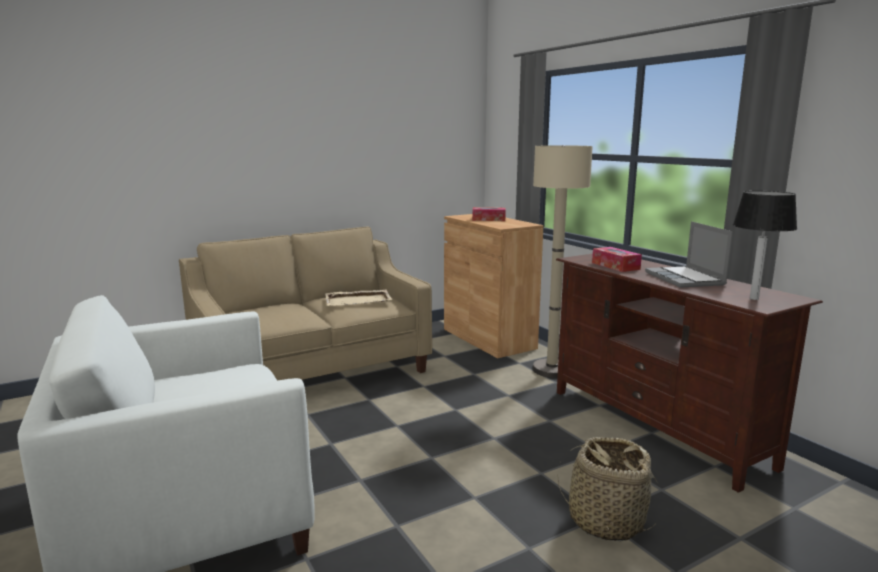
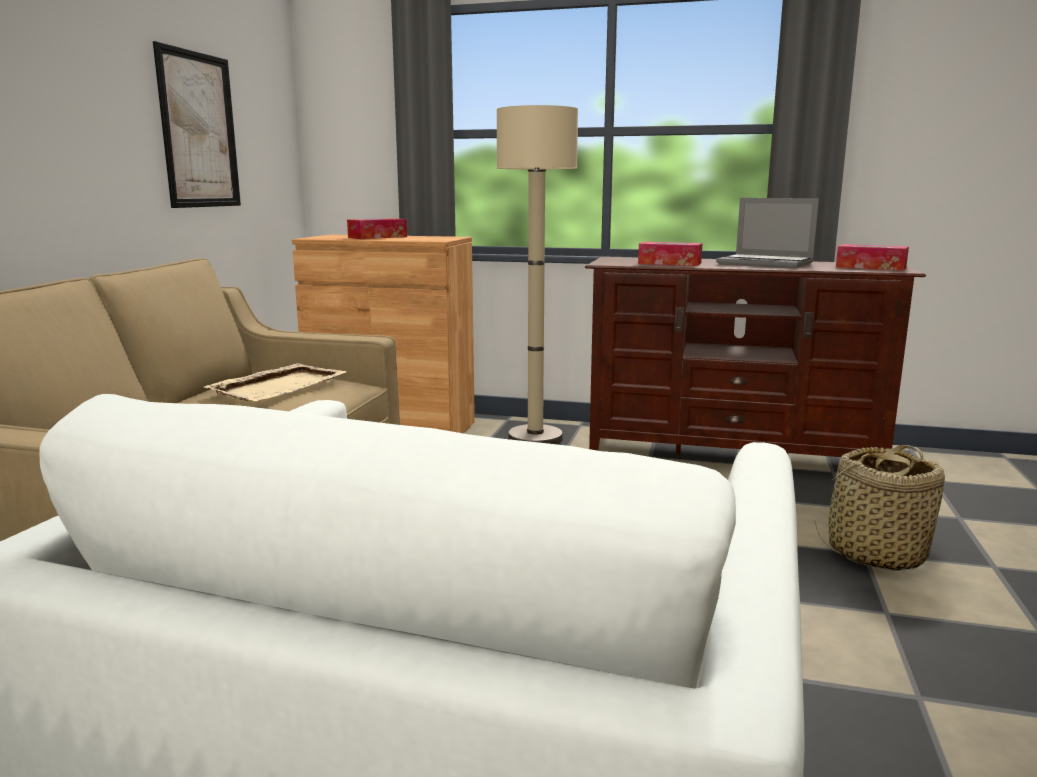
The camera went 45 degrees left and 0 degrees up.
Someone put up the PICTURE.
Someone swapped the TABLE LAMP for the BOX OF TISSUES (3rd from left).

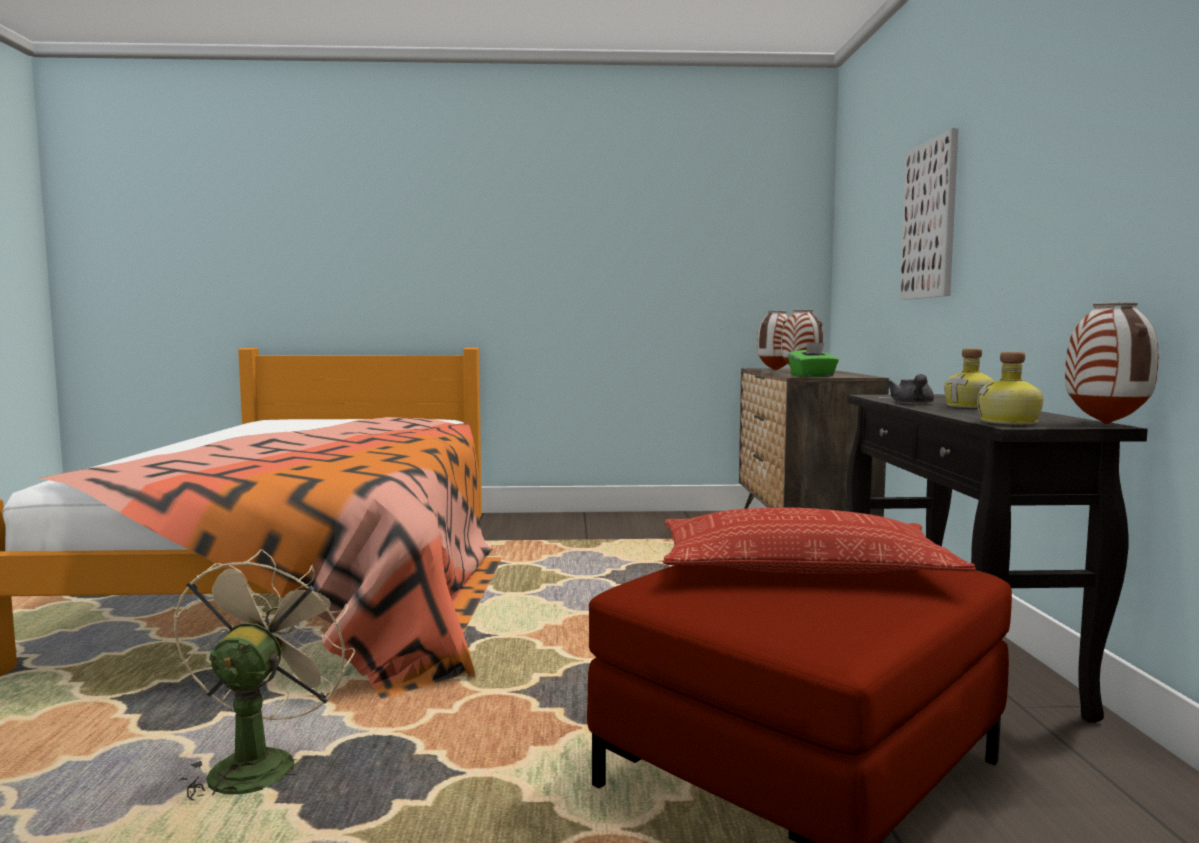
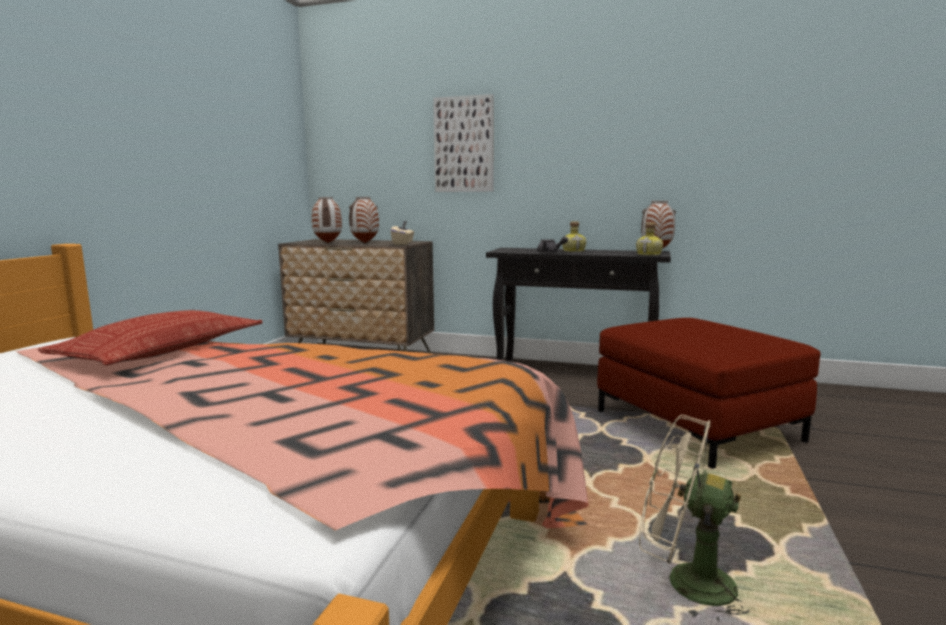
The camera went 70 degrees left and 5 degrees up.
Someone carried the PILLOW.
Someone repainted the GREEN BOX OF TISSUES, which became the SAND-COLOURED BOX OF TISSUES.

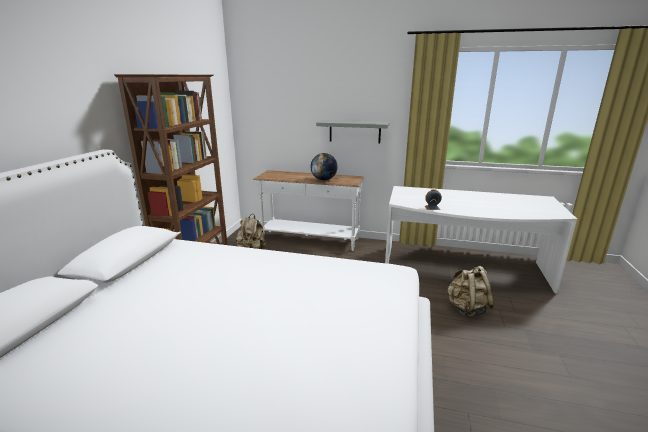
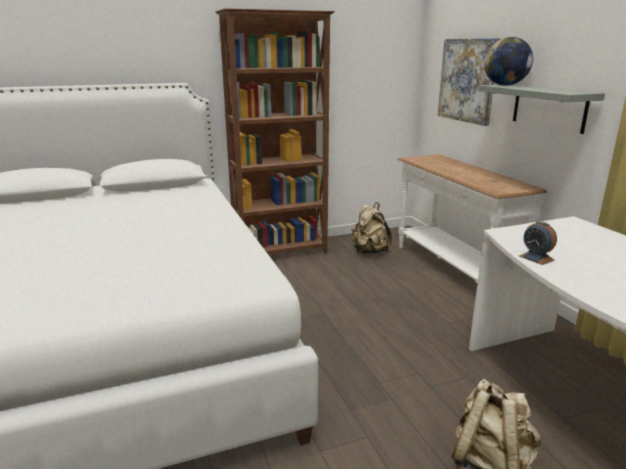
The camera went 55 degrees right and 0 degrees up.
Someone put up the PICTURE.
Someone carried the GLOBE.

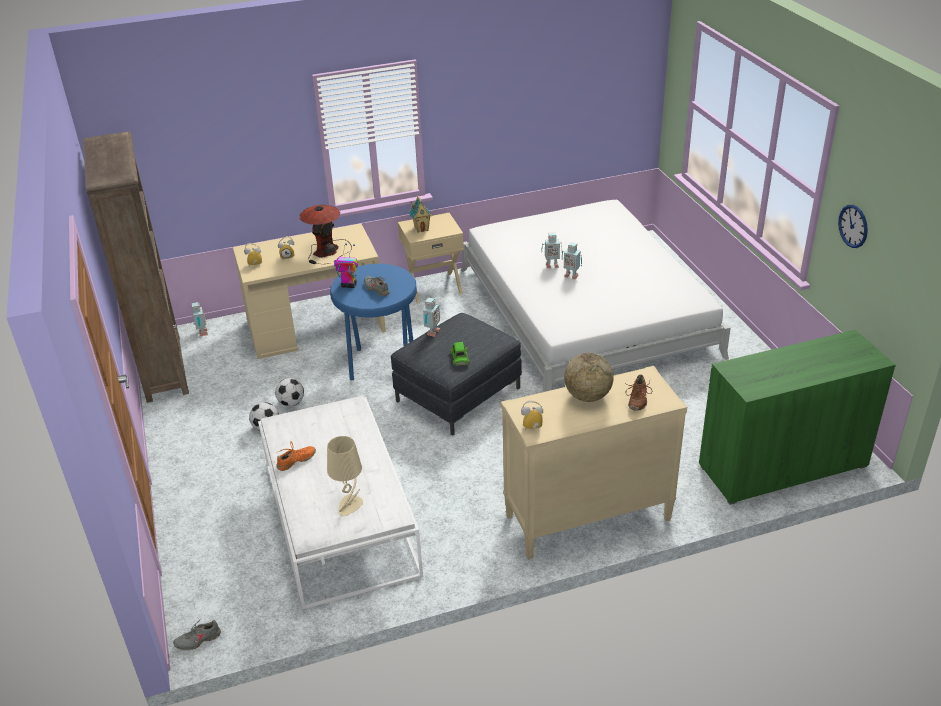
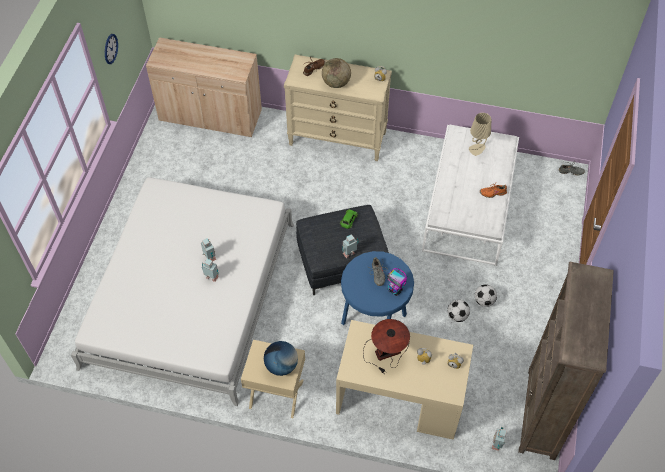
The camera went 150 degrees left and 20 degrees up.
Someone repainted the GREEN STORAGE CABINET, which became the SAND-COLOURED STORAGE CABINET.
Someone swapped the MINIATURE HOUSE for the GLOBE (1st from left).

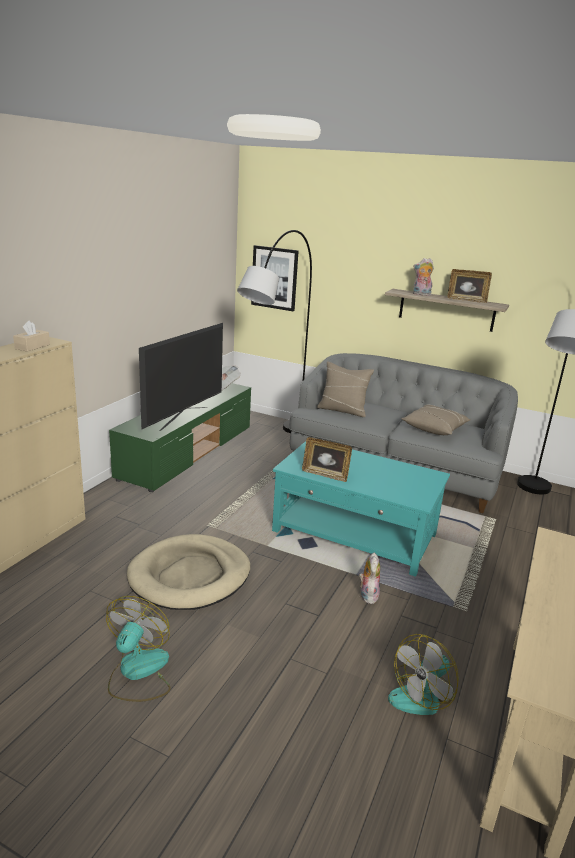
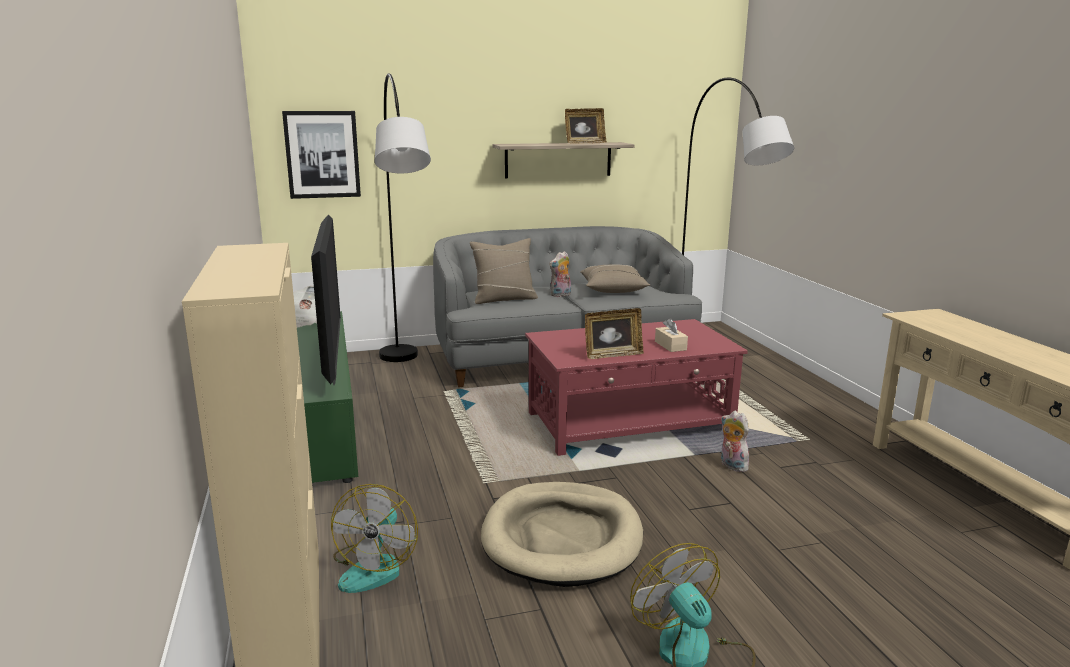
The camera went 40 degrees left and 5 degrees down.
Someone carried the COOLING FAN (2nd from left in the first image).
Someone repainted the TURQUOISE LOW TABLE, which became the REDDISH LOW TABLE.
Someone carried the CUDDLY TOY (2nd from left in the first image).
Someone carried the SAND-COLOURED BOX OF TISSUES.

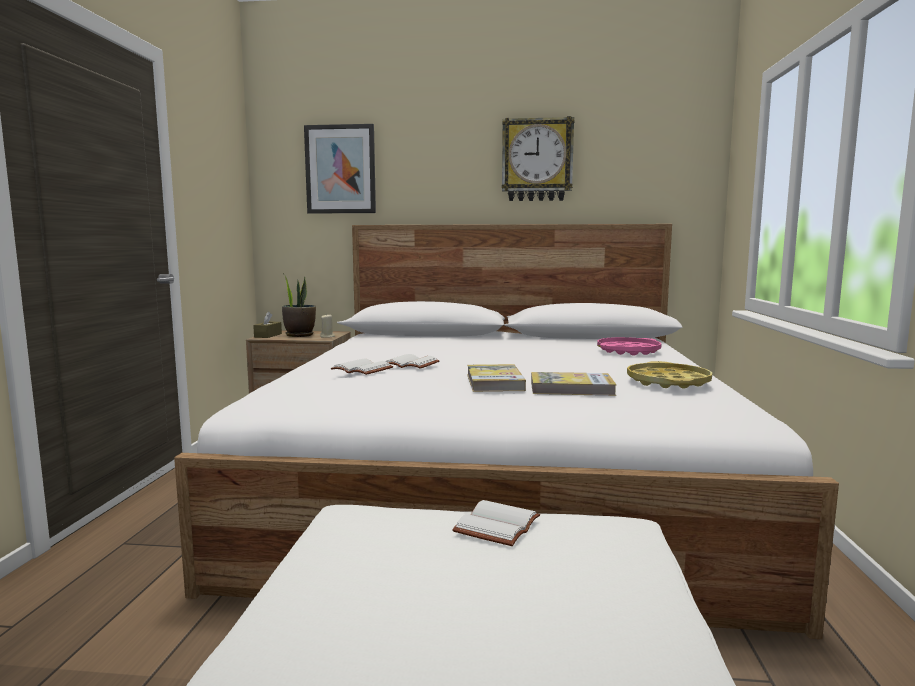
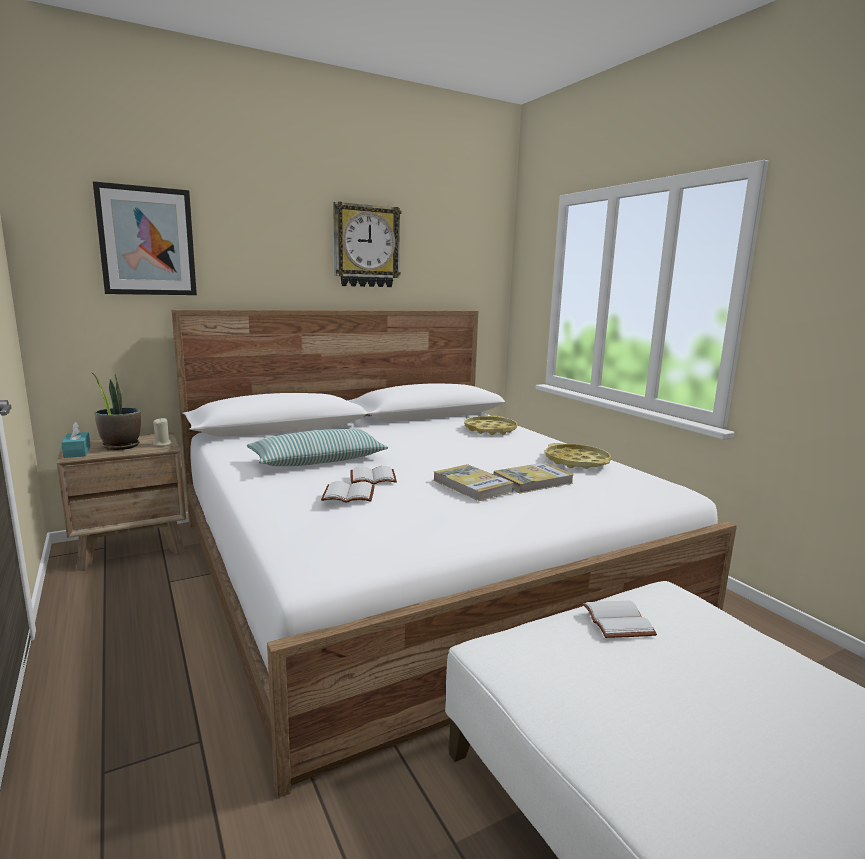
The camera went 35 degrees left and 5 degrees up.
Someone repainted the BROWNISH BOX OF TISSUES, which became the TURQUOISE BOX OF TISSUES.
Someone put down the PILLOW.
Someone repainted the PINK SERVING TRAY, which became the YELLOWISH SERVING TRAY (1st from left).

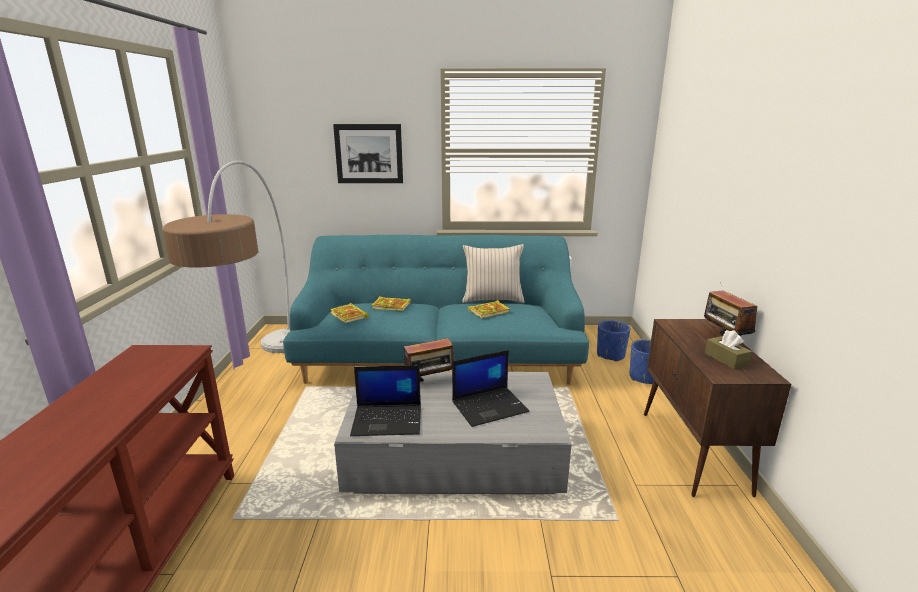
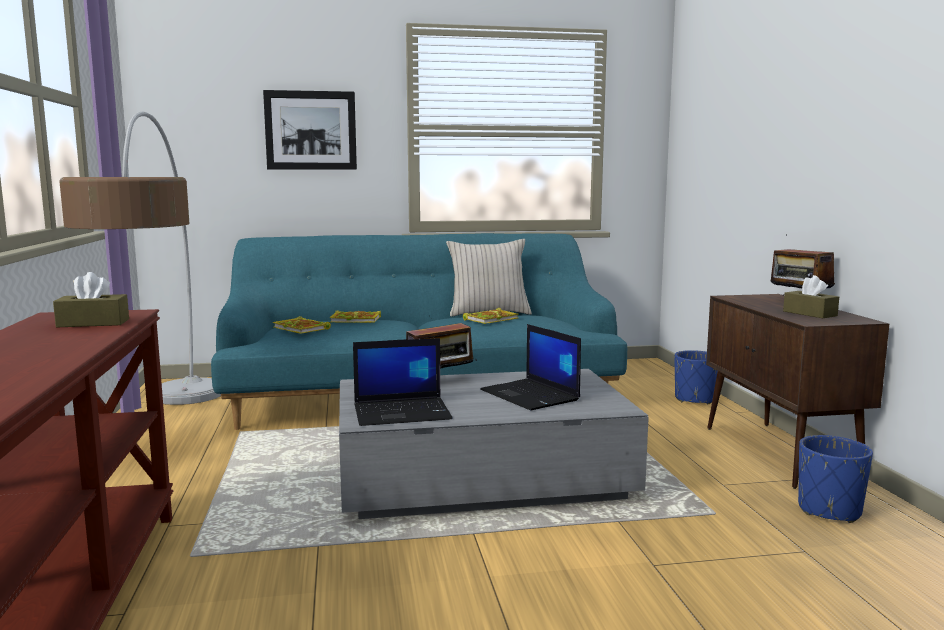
The camera went 10 degrees left and 10 degrees down.
Someone put down the BROWNISH BOX OF TISSUES (1st from left).
Someone rotated the PORTABLE COMPUTER (2nd from left) by 90 degrees clockwise.
Someone carried the BLUE-COLOURED PLANT POT (1st from left in the first image).

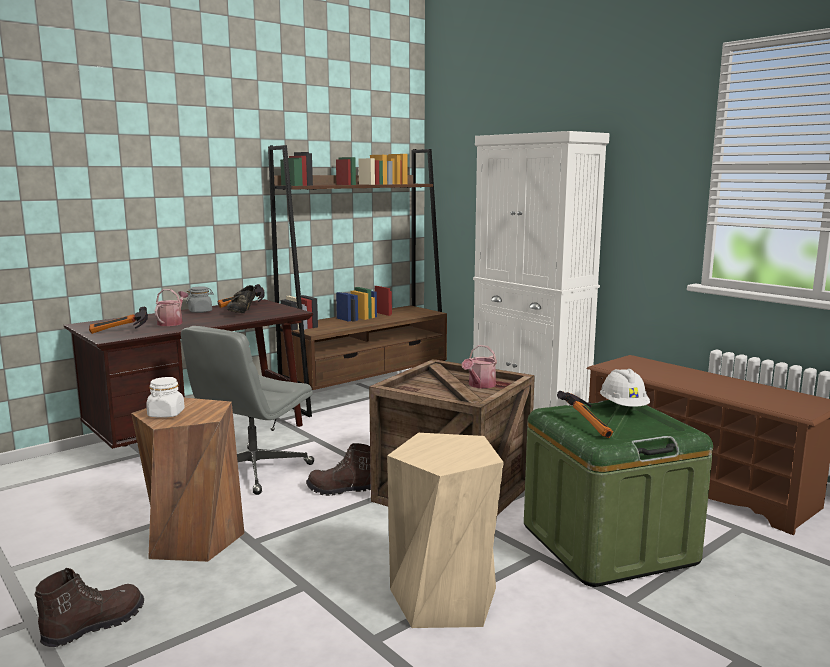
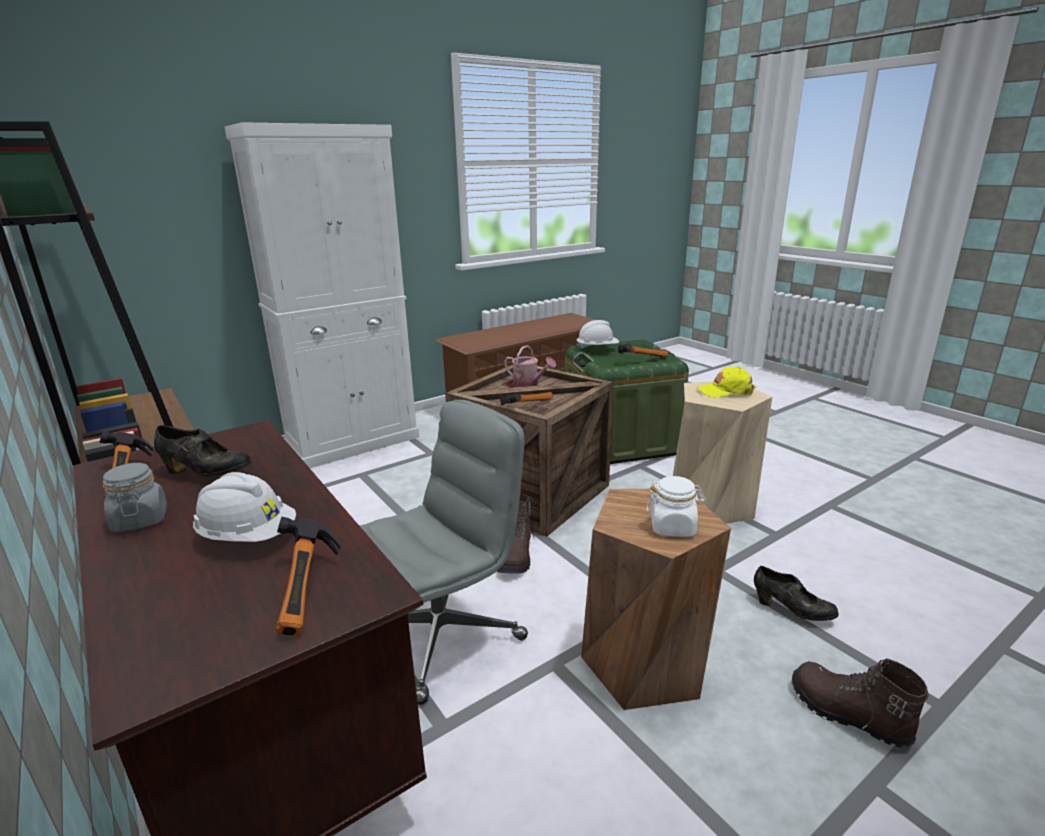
The camera went 85 degrees left and 10 degrees up.
Someone swapped the WATERING CAN (1st from left) for the WHITE HARD HAT (1st from left).
Someone rotated the GREY DESK CHAIR by 75 degrees counterclockwise.
Someone put down the TOOL HAMMER (3rd from left).
Someone put down the YELLOWISH BASEBALL CAP.
Someone put down the BLACKISH ITEM OF FOOTWEAR (2nd from left).

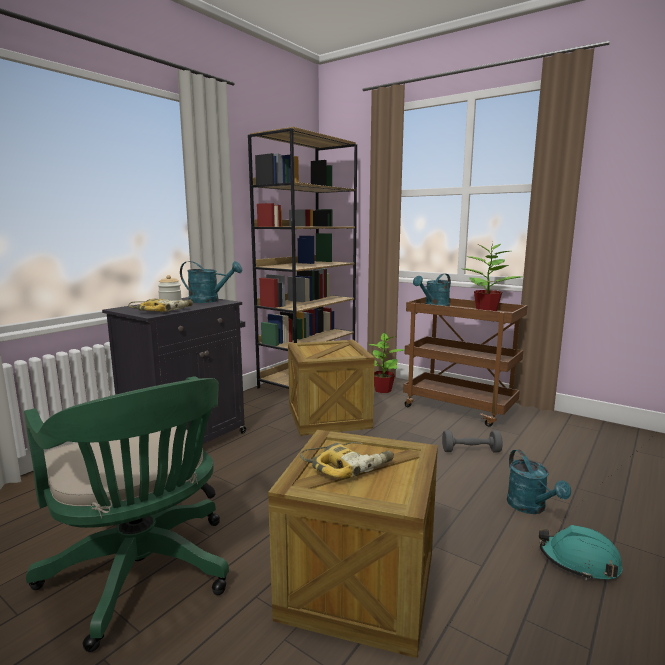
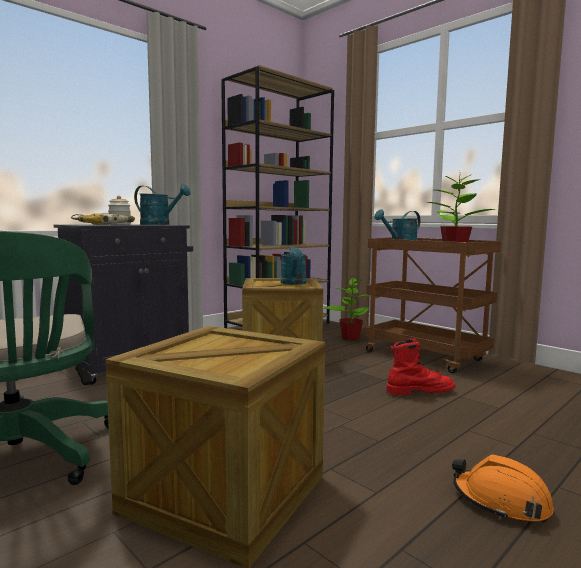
The camera went 10 degrees right and 5 degrees down.
Someone carried the TURQUOISE WATERING CAN (3rd from left in the first image).
Someone swapped the GREY HAND WEIGHT for the REDDISH TALL BOOT.
Someone repainted the TURQUOISE HARD HAT, which became the ORANGEY HARD HAT.
Someone took away the ELECTRIC DRILL (2nd from left).

